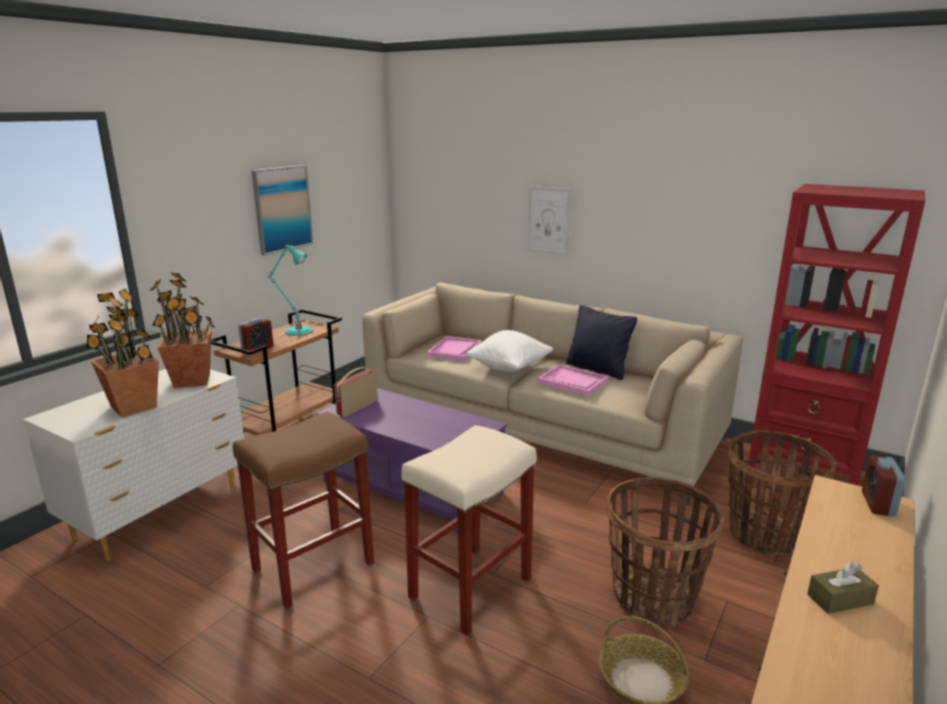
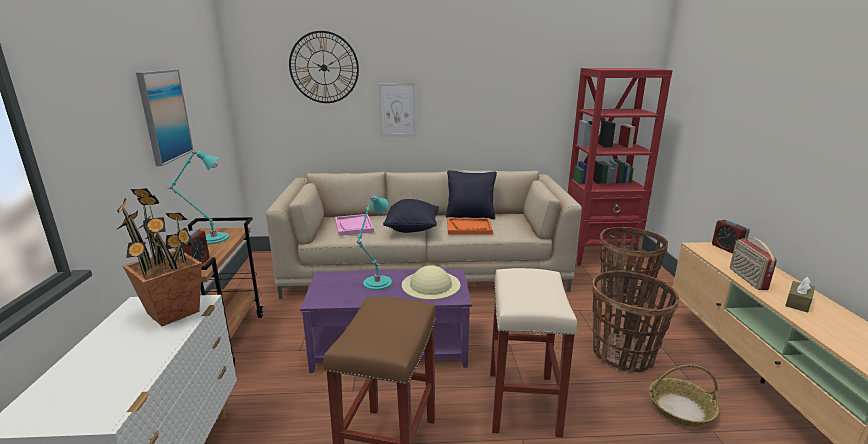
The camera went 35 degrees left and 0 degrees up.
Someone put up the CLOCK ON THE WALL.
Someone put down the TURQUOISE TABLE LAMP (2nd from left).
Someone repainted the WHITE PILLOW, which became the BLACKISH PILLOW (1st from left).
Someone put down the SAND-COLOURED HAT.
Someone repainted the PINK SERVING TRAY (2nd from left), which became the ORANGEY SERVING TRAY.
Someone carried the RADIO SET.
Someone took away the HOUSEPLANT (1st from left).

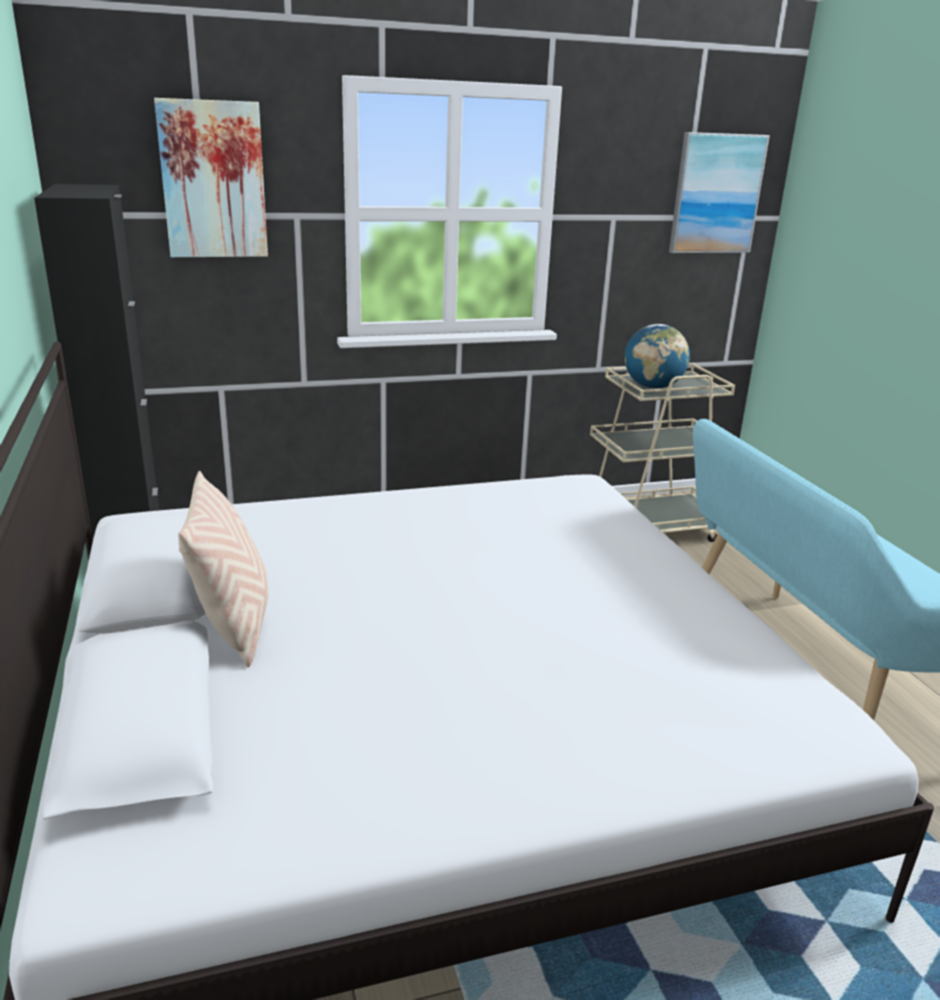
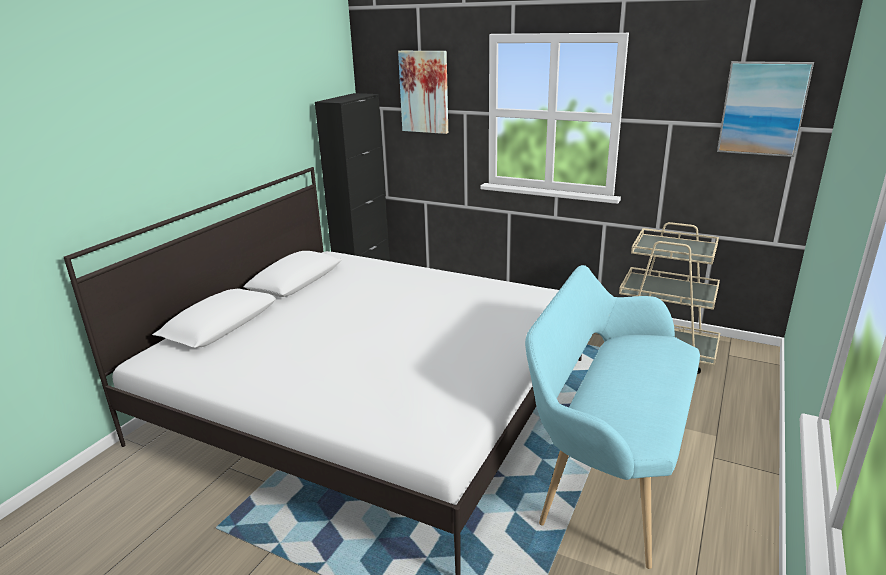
The camera went 45 degrees right and 0 degrees up.
Someone took away the SAND-COLOURED PILLOW.
Someone took away the GLOBE.

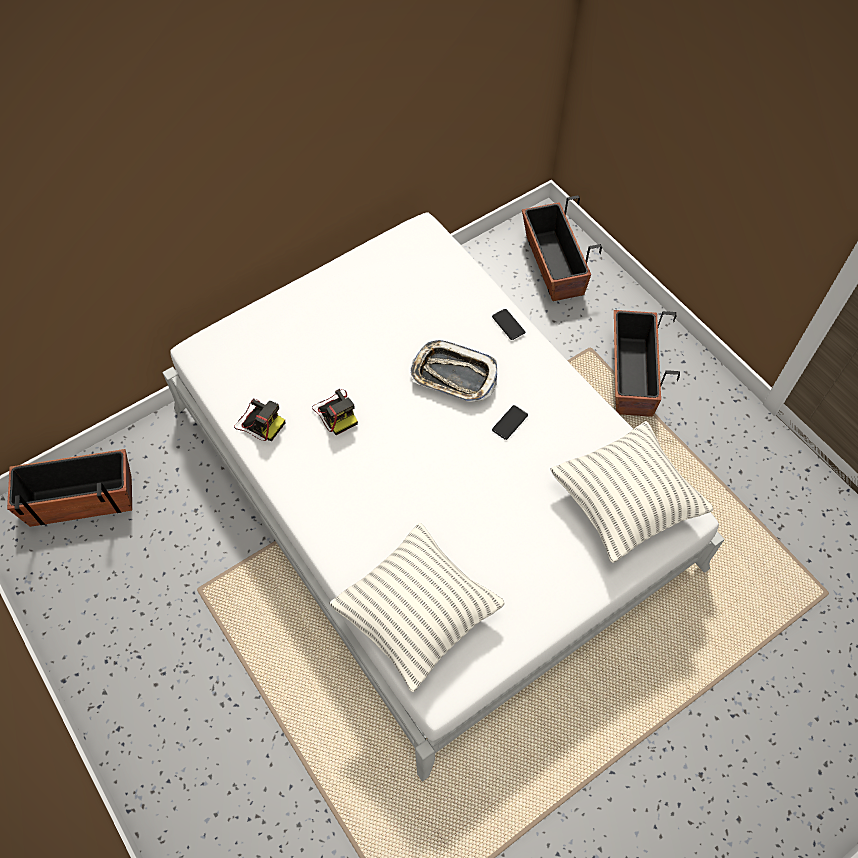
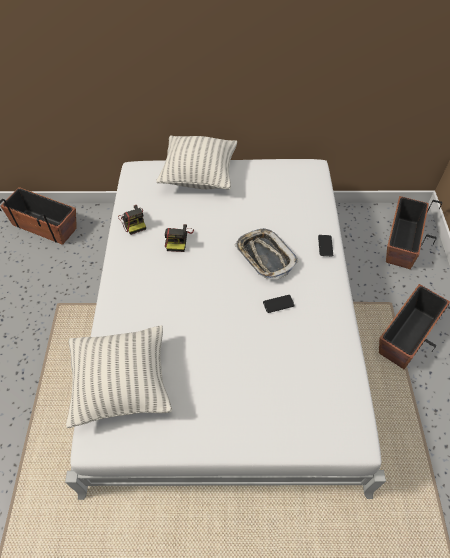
The camera went 35 degrees right and 5 degrees down.
Someone carried the PILLOW (2nd from left).

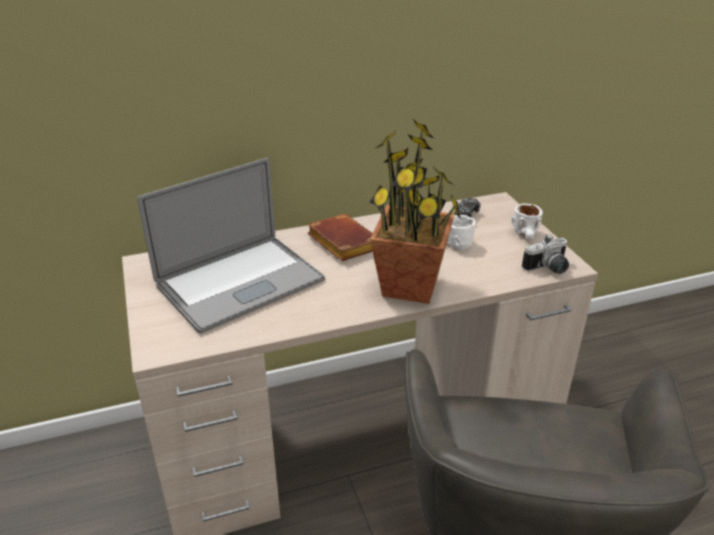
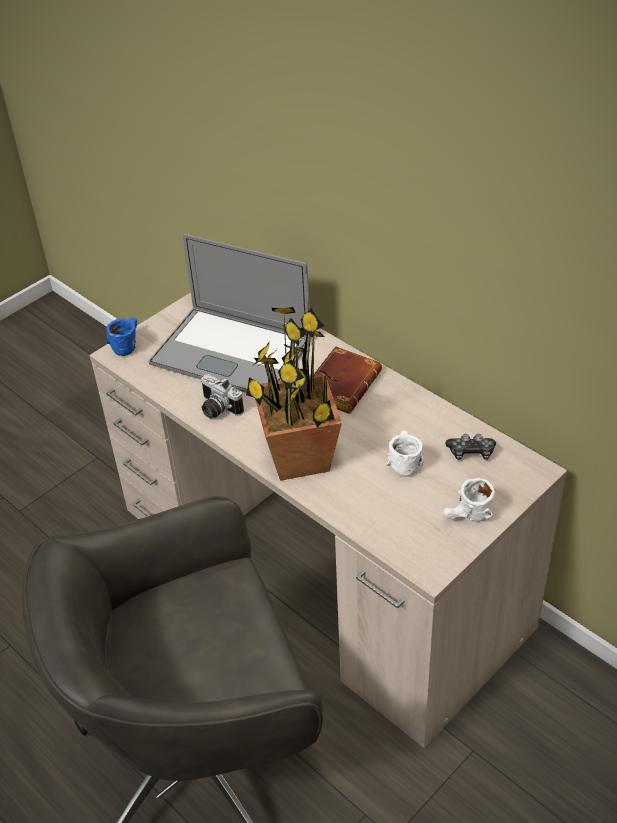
The camera went 65 degrees right and 10 degrees up.
Someone put down the BLUE-COLOURED COFFEE MUG.
Someone carried the PHOTO CAMERA.

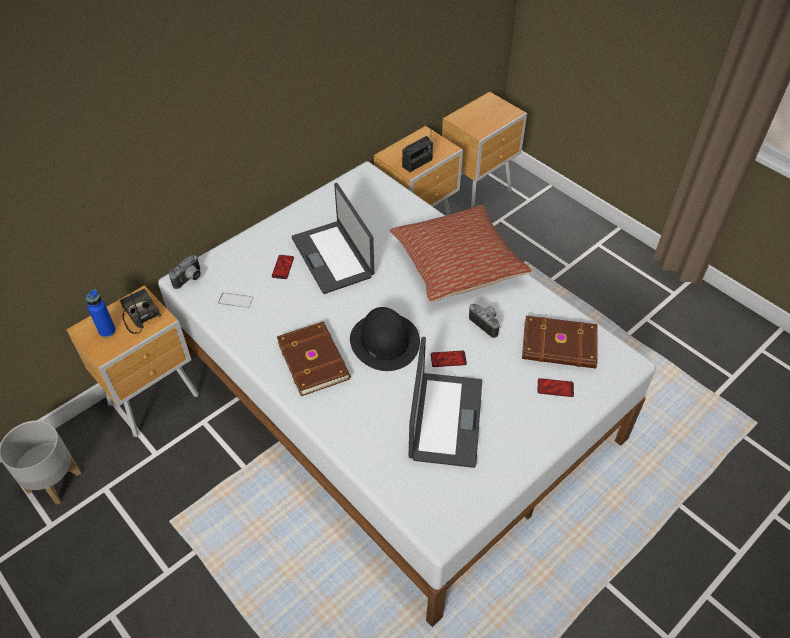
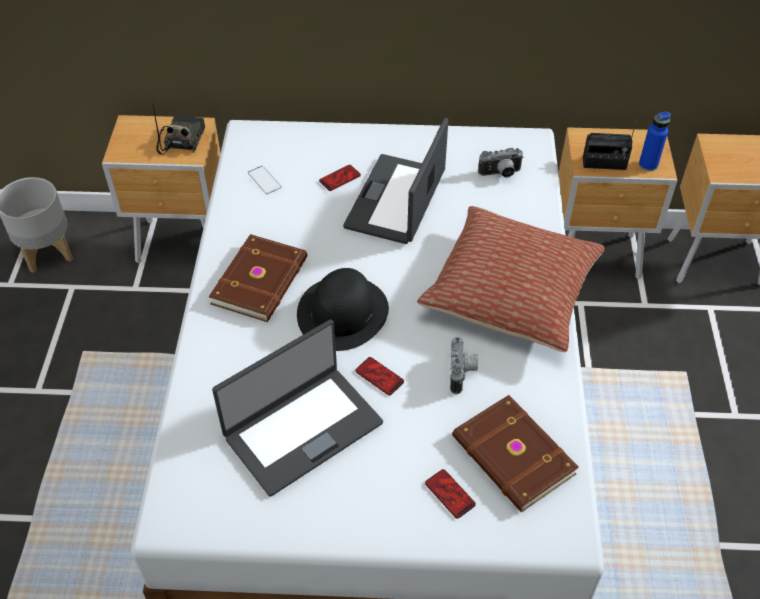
The camera went 45 degrees right and 0 degrees up.
Someone carried the PHOTO CAMERA (1st from left in the first image).
Someone carried the BLUE-COLOURED BEVERAGE BOTTLE.

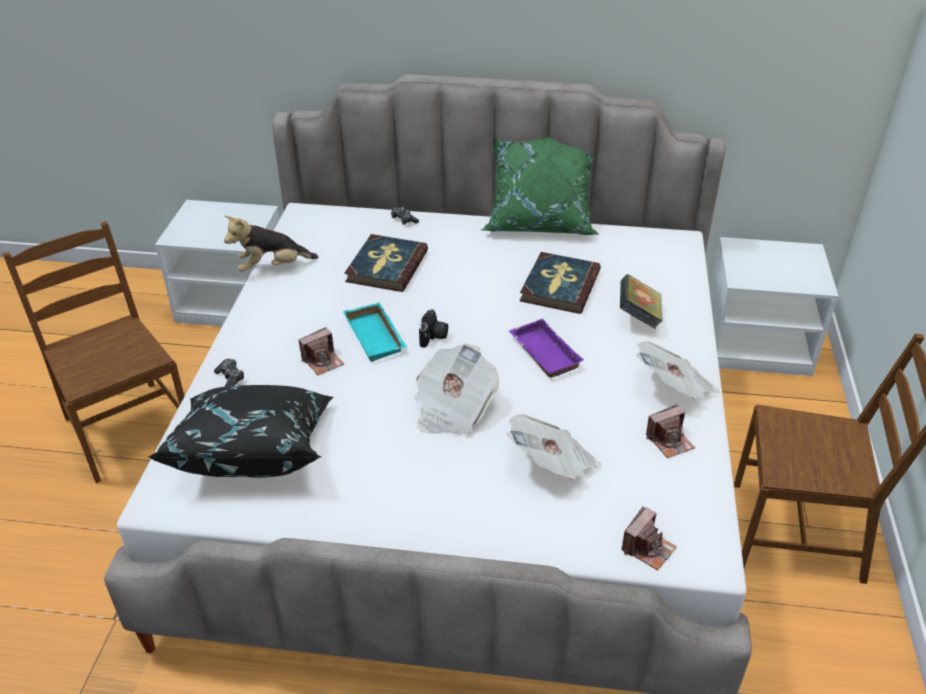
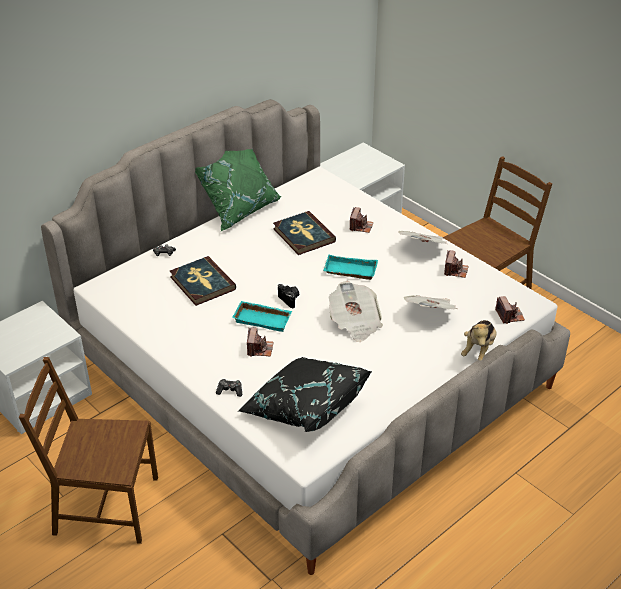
The camera went 50 degrees left and 0 degrees up.
Someone repainted the PURPLISH SERVING TRAY, which became the TURQUOISE SERVING TRAY (2nd from left).
Someone swapped the BOUND BOOK (3rd from left) for the PHOTO CAMERA (3rd from left).
Someone carried the CUDDLY TOY.

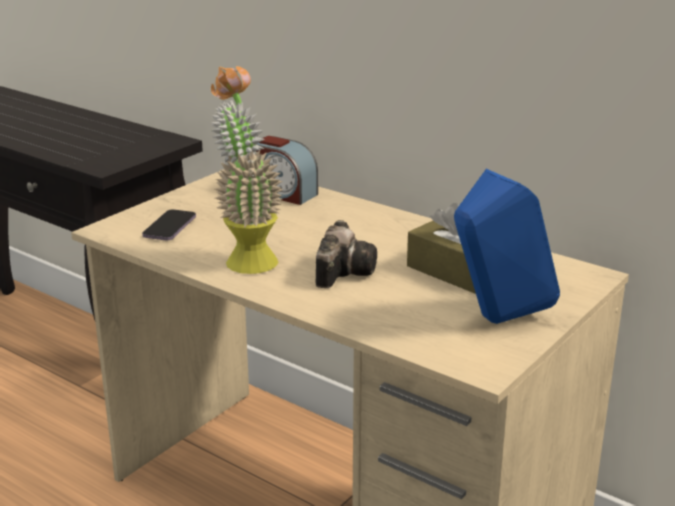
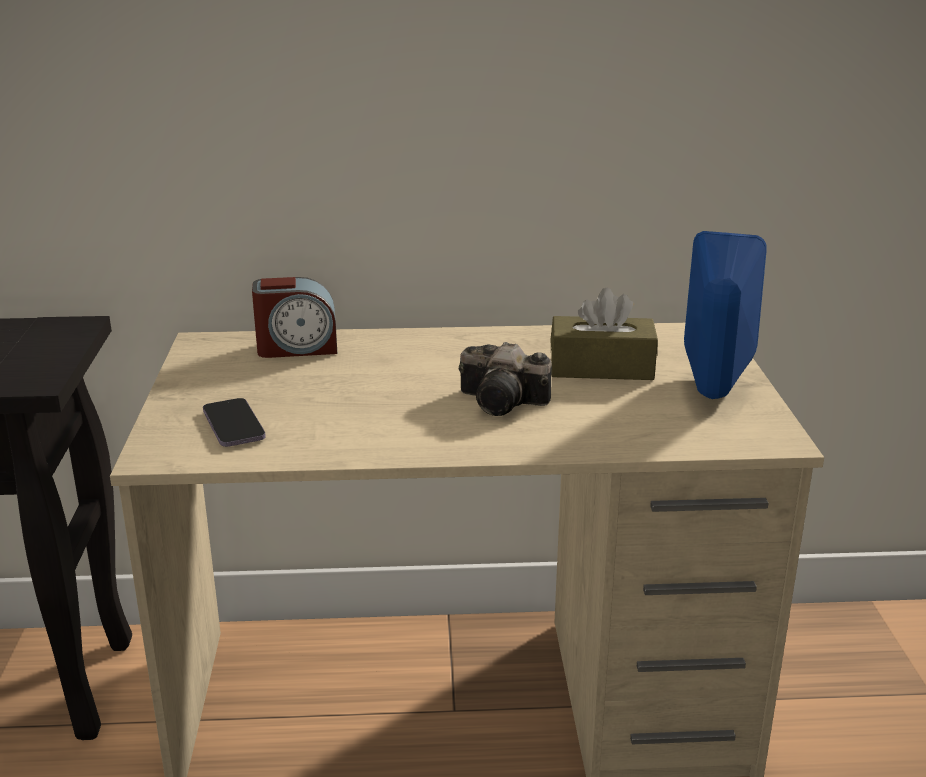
The camera went 40 degrees left and 0 degrees up.
Someone rotated the PHOTO CAMERA by 135 degrees clockwise.
Someone took away the HOUSEPLANT.

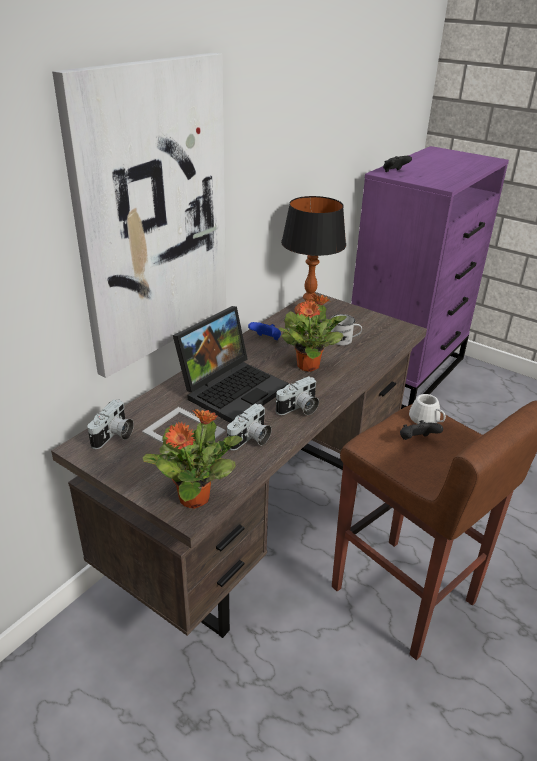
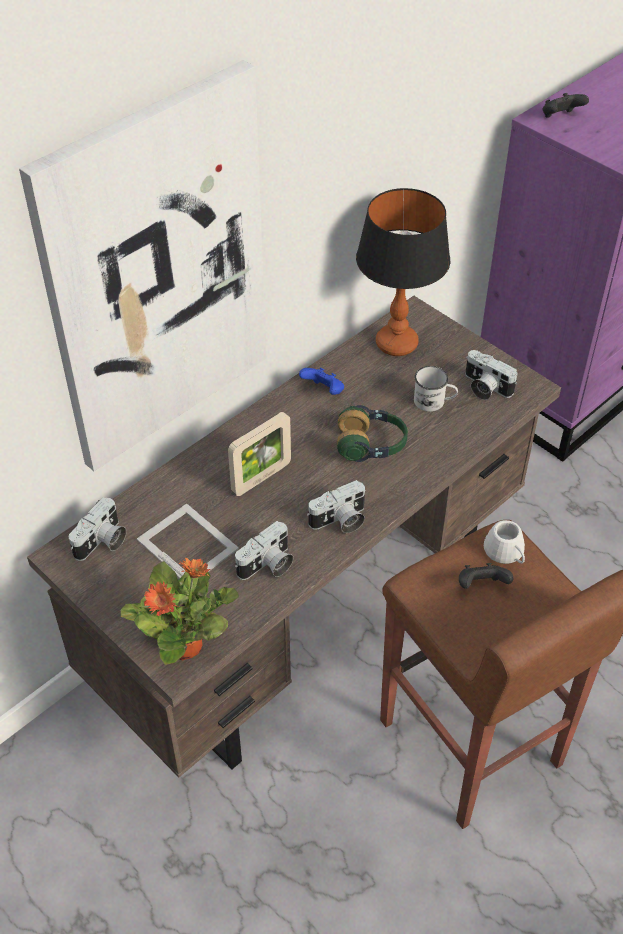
The camera went 10 degrees right and 15 degrees up.
Someone swapped the PORTABLE COMPUTER for the STANDING FRAME (2nd from left).
Someone swapped the HOUSEPLANT (2nd from left) for the HEADSET.
Someone put down the PHOTO CAMERA (4th from left).

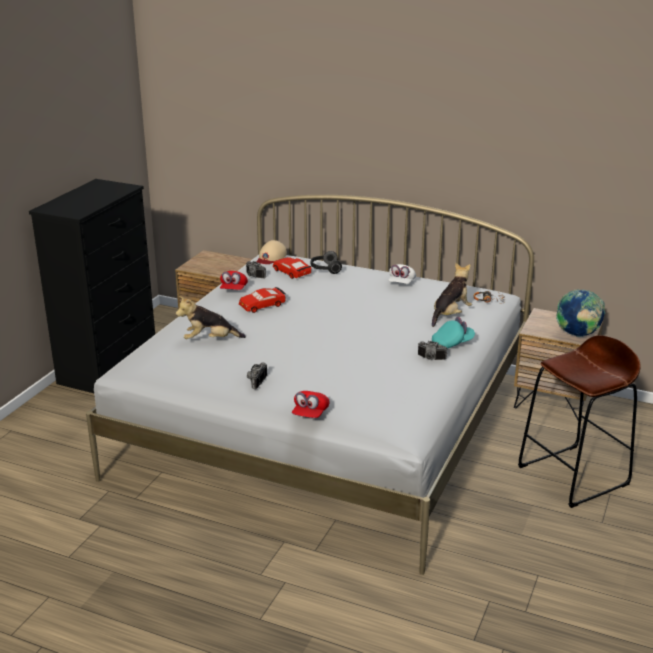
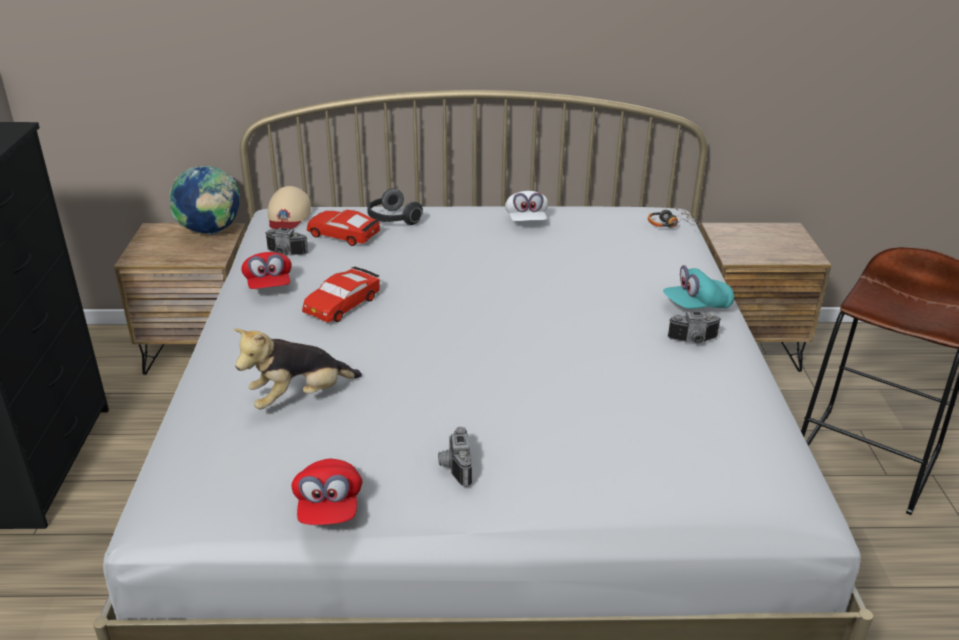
The camera went 25 degrees left and 5 degrees up.
Someone carried the GLOBE.
Someone carried the REDDISH BASEBALL CAP (2nd from left).
Someone rotated the TURQUOISE BASEBALL CAP by 150 degrees counterclockwise.
Someone took away the CUDDLY TOY (2nd from left).

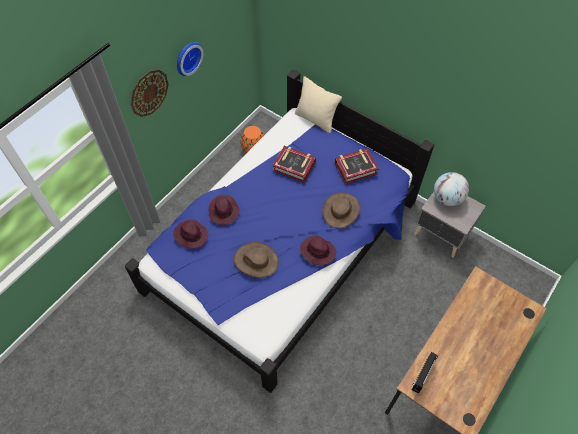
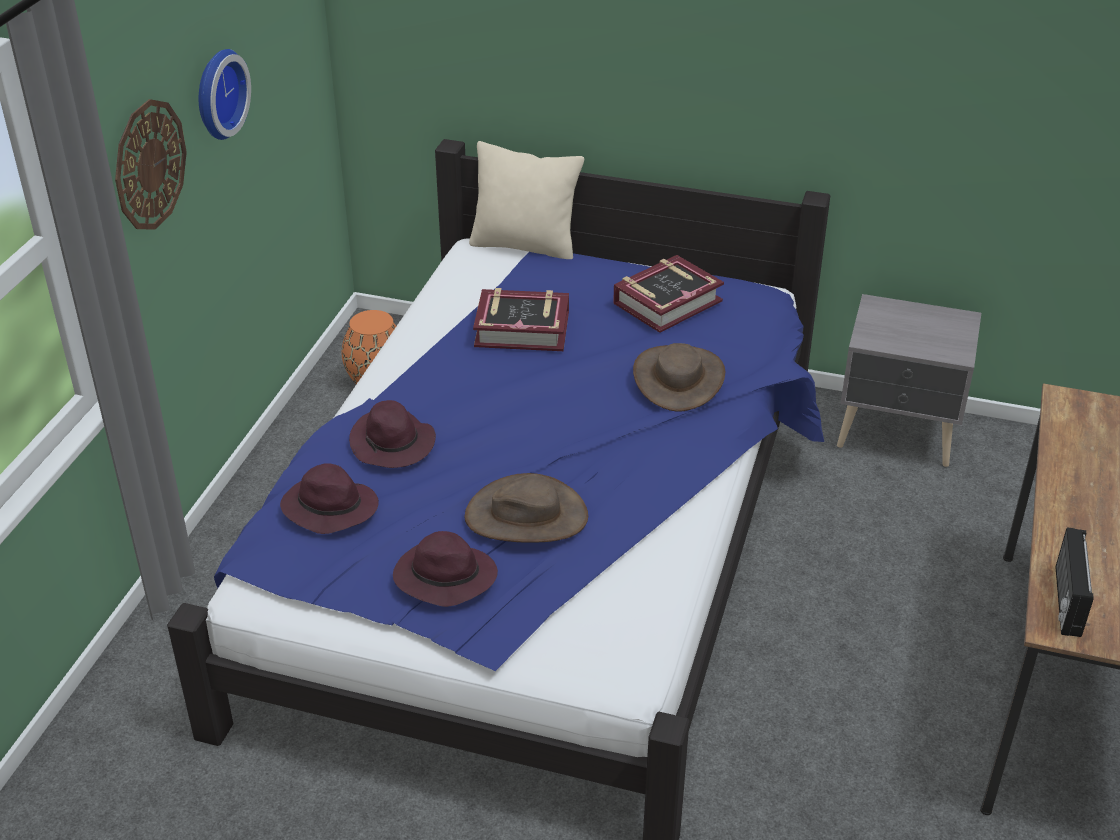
The camera went 20 degrees left and 20 degrees down.
Someone carried the PURPLISH HAT (3rd from left).
Someone took away the GLOBE.

